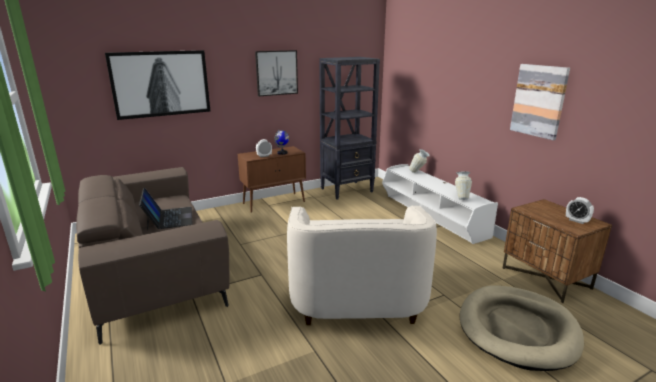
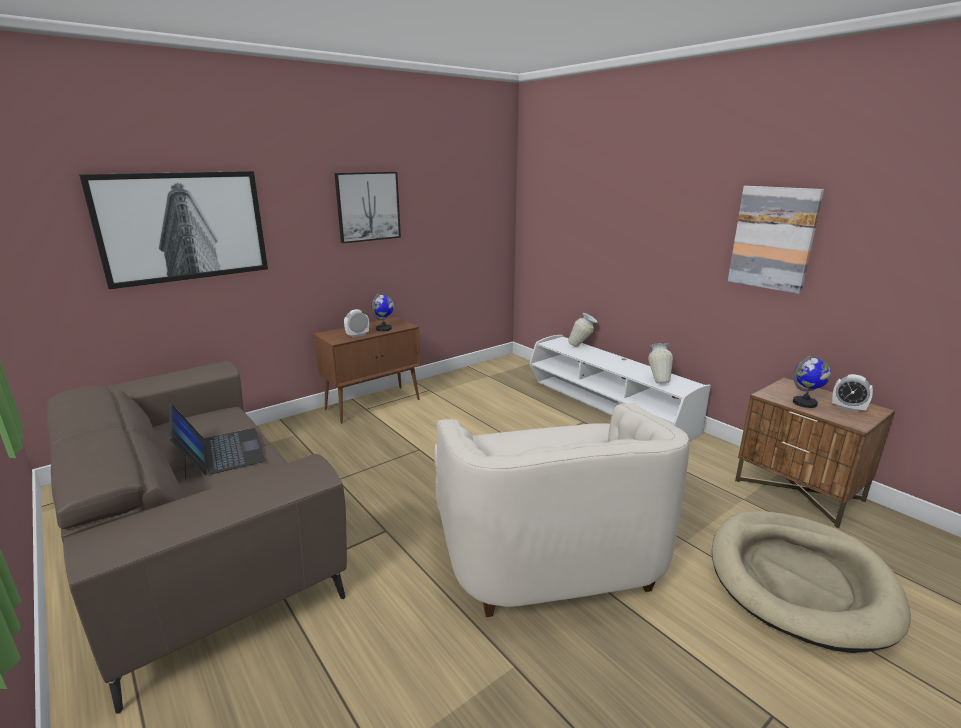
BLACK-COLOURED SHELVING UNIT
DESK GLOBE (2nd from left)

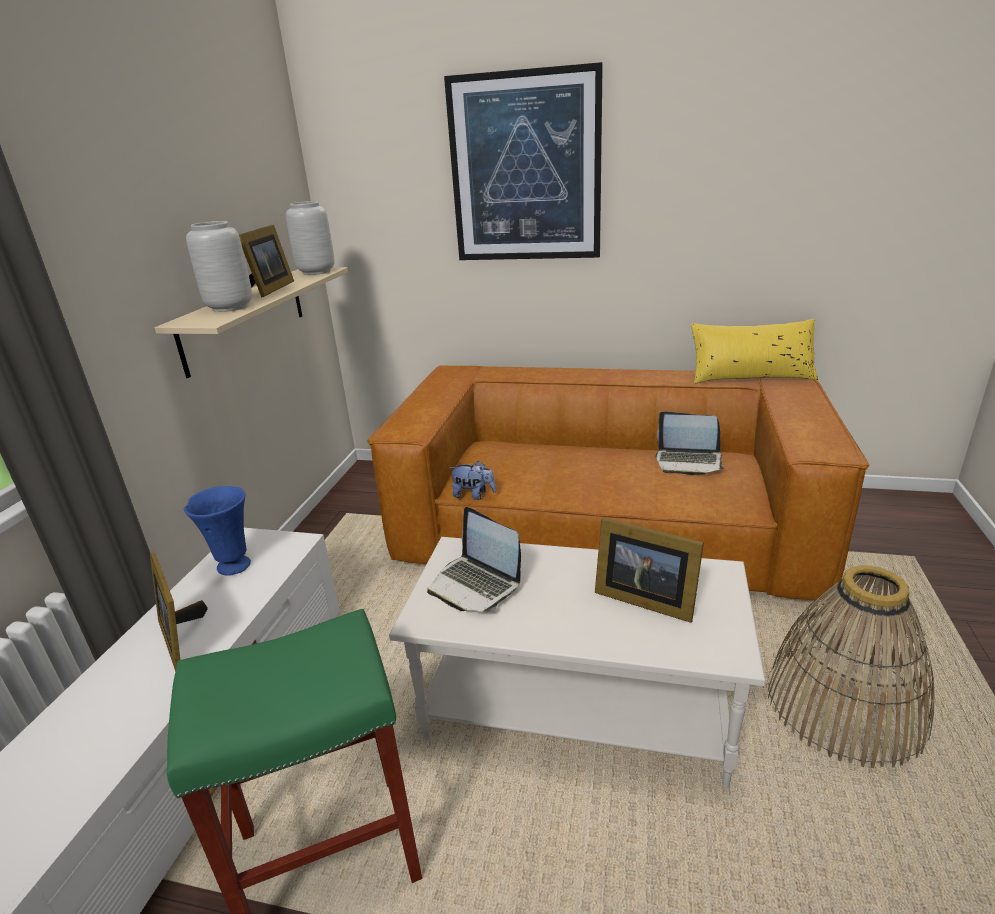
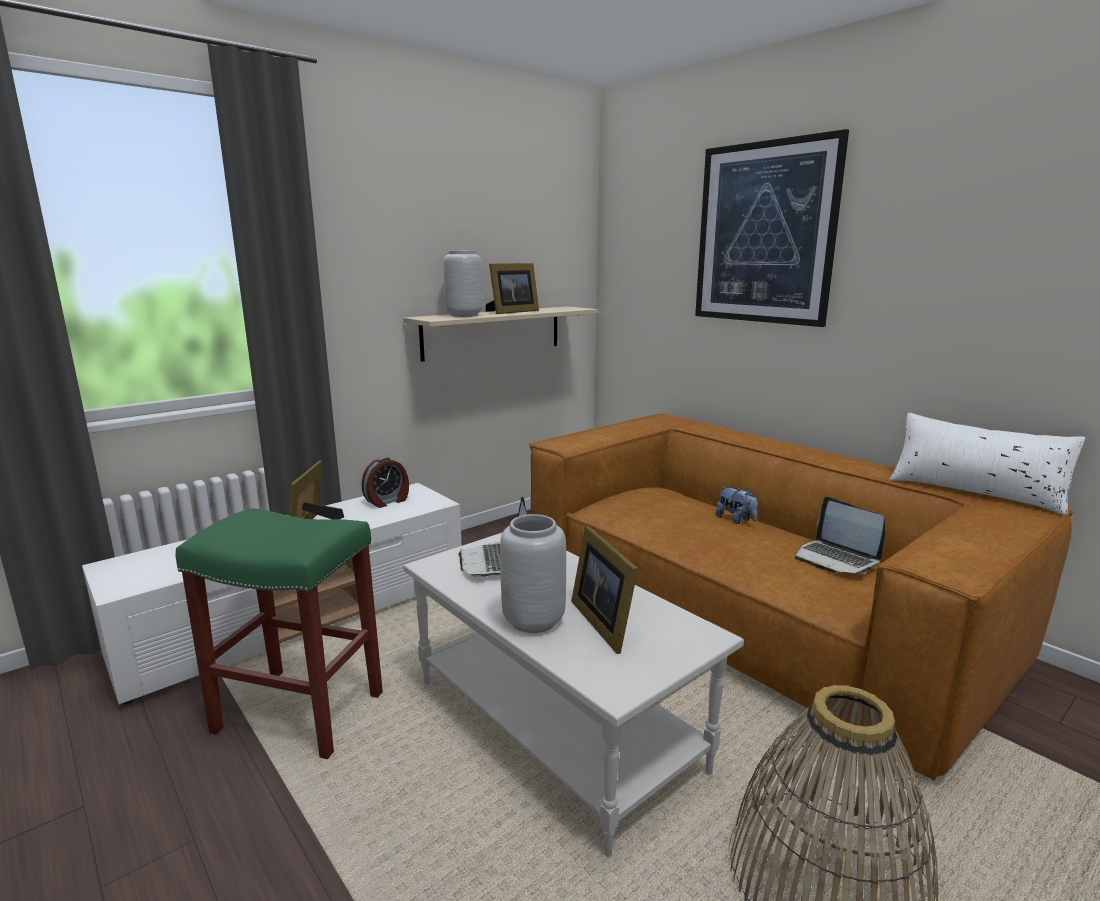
GREY FLOWER VASE (2nd from left)
WHITE CUSHION
CUDDLY TOY
ALARM CLOCK

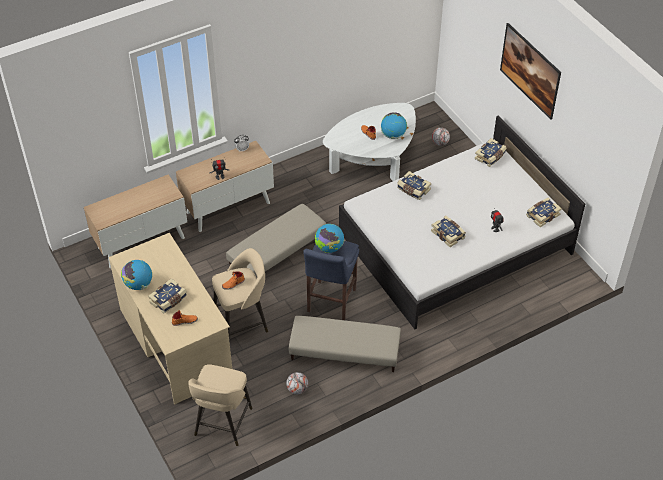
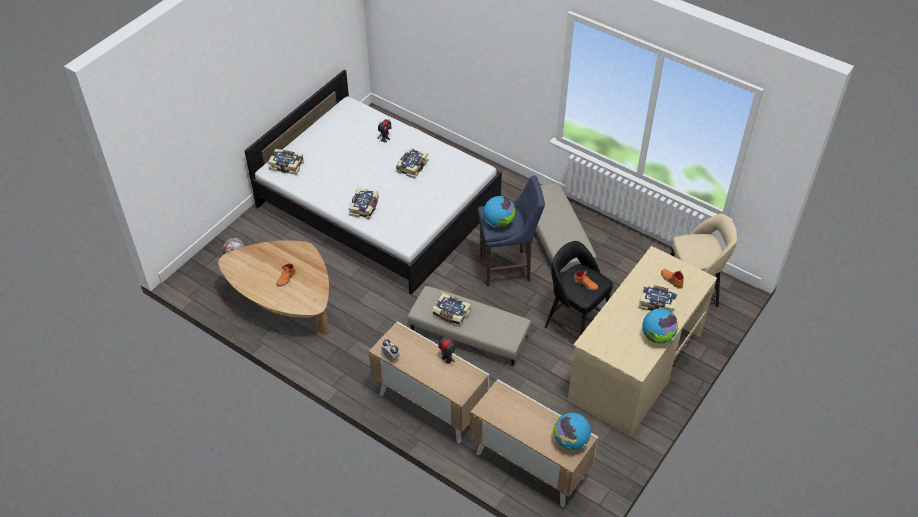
WALL ART
BROWNISH COFFEE TABLE
DESK GLOBE (2nd from left)
BOUND BOOK (4th from left)
BLACK-COLOURED STOOL SEAT
FOOTBALL (1st from left in the first image)

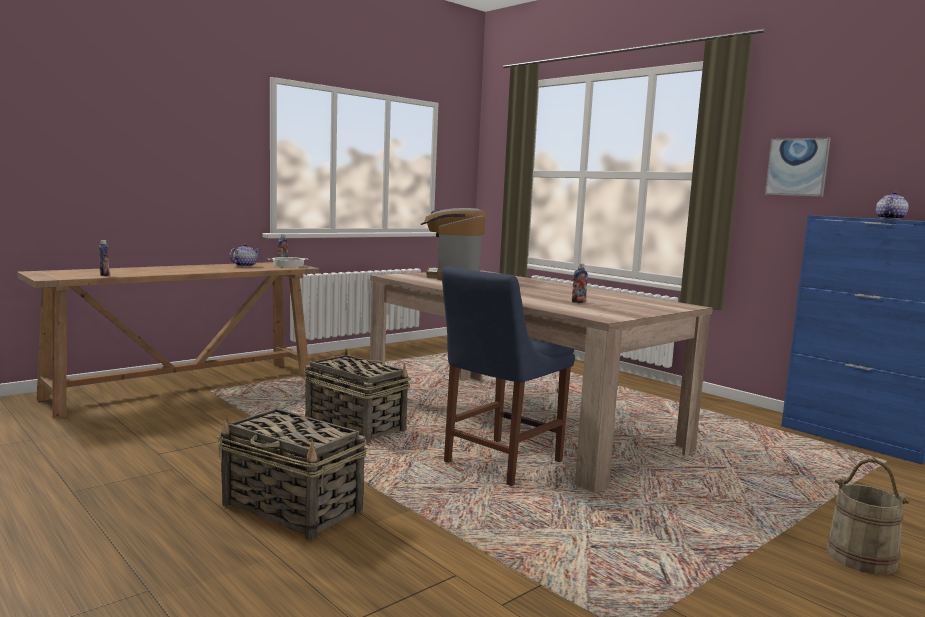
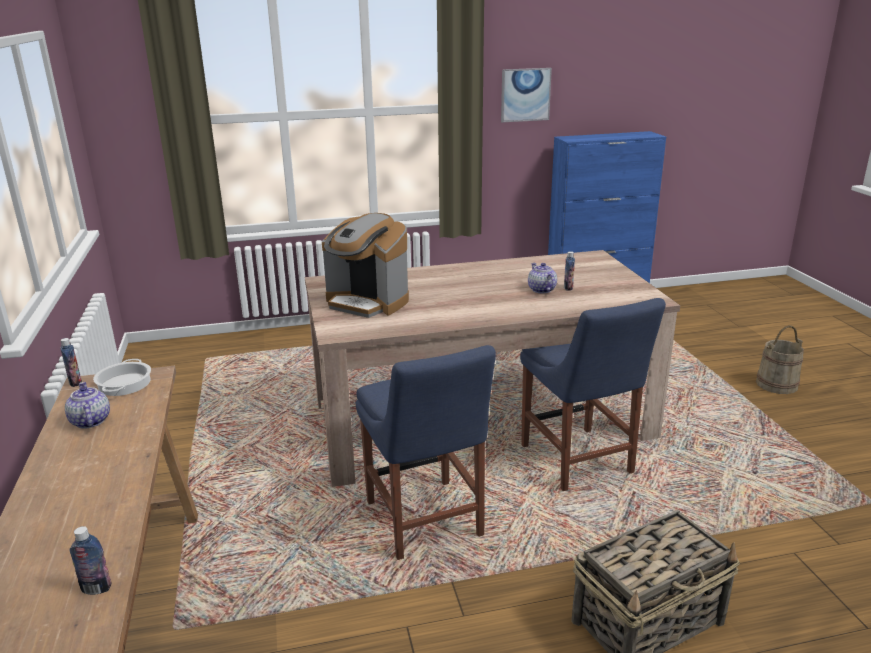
POT FOR TEA (2nd from left)
BLUE-COLOURED PLAIN CHAIR (1st from left)

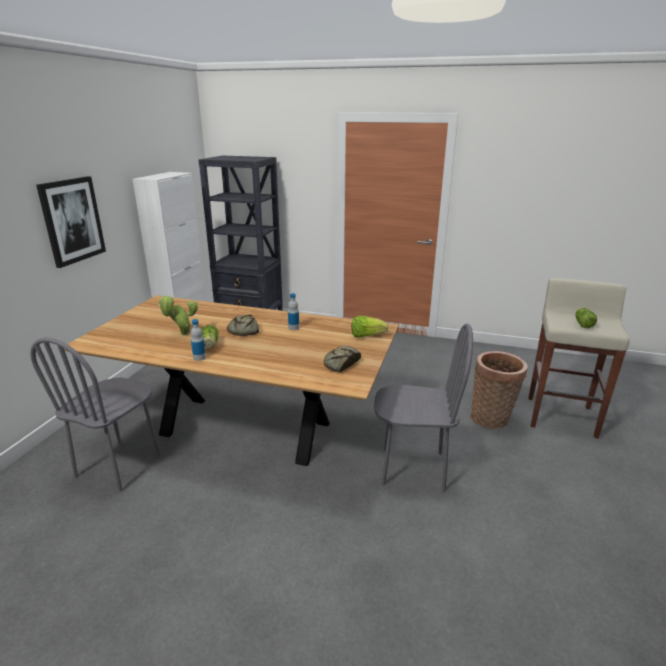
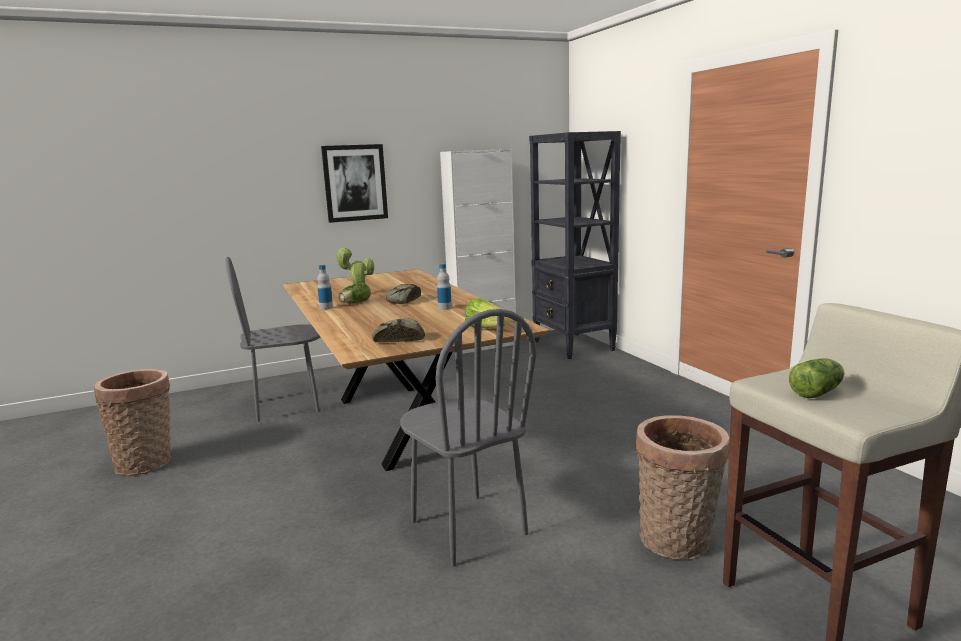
BASKET (1st from left)

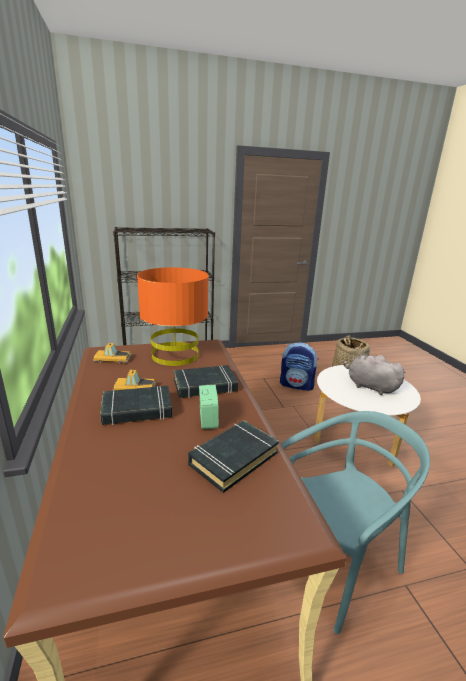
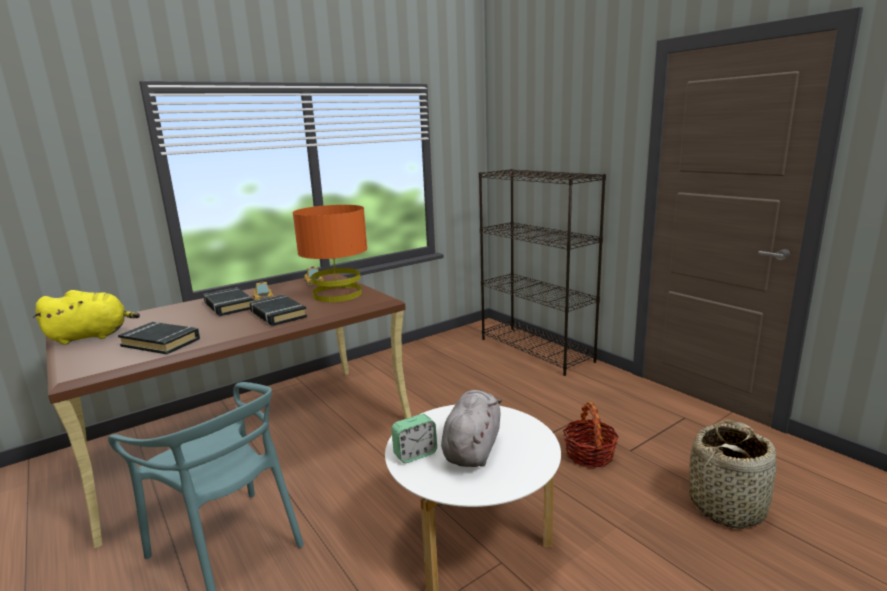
BASKET (1st from left)
ALARM CLOCK
YELLOWISH CUDDLY TOY

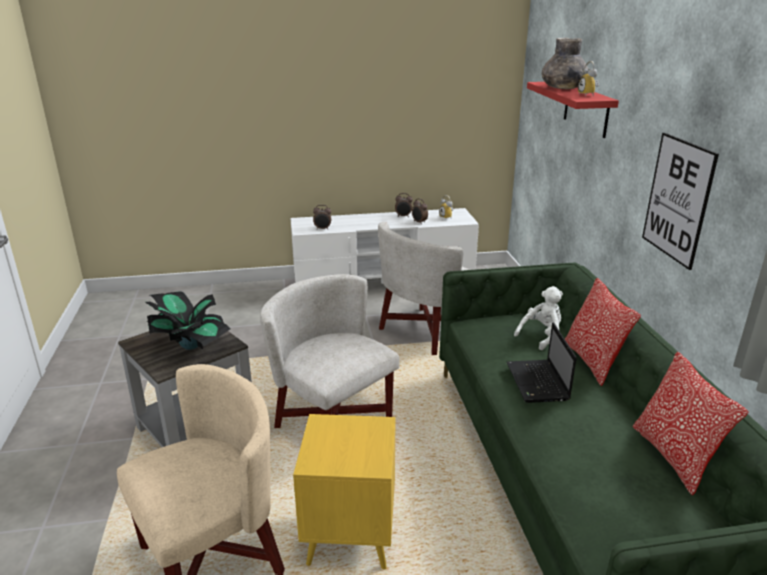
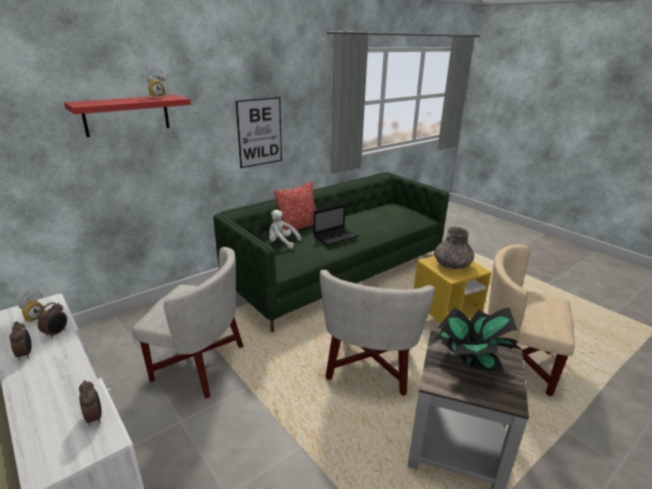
GREY FLOWER VASE
CUSHION (2nd from left in the first image)

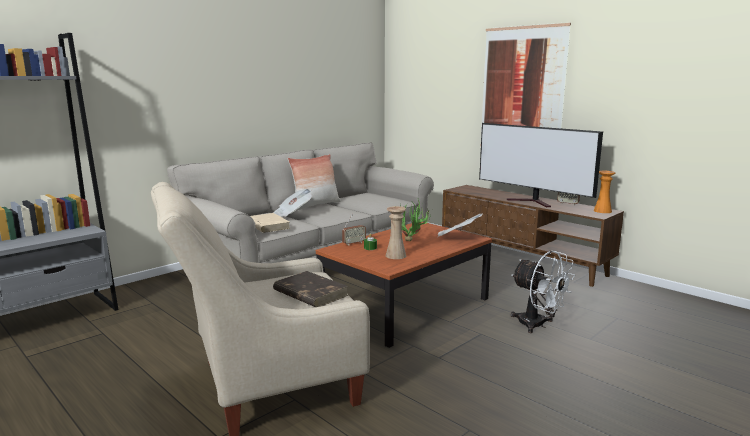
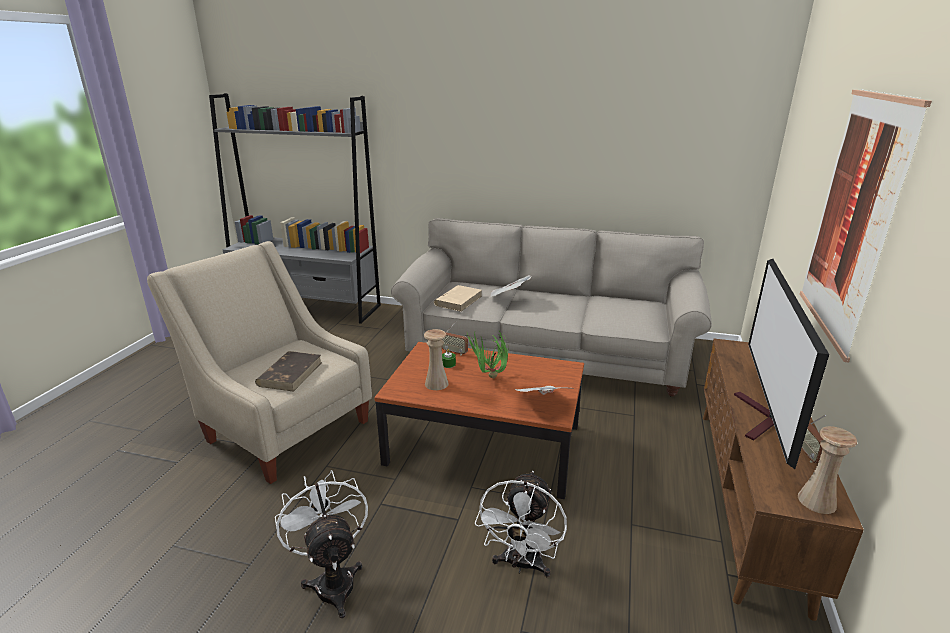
CUSHION
BEIGE FLOWER VASE (2nd from left)
WHITE ELECTRIC FAN (1st from left)

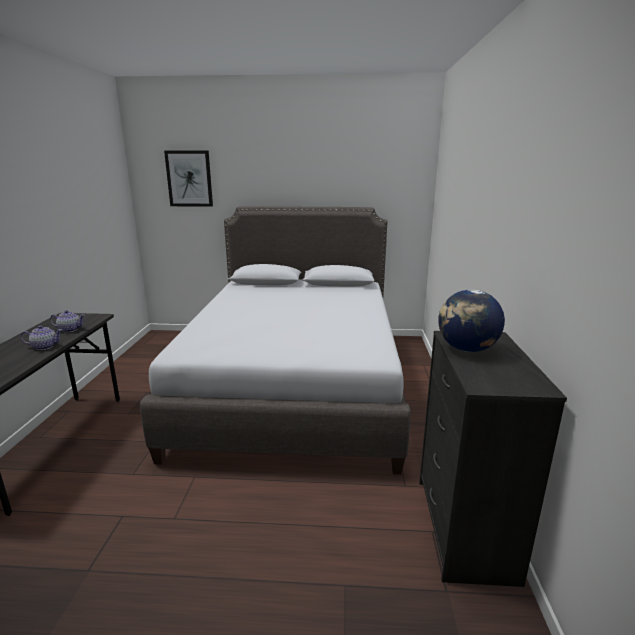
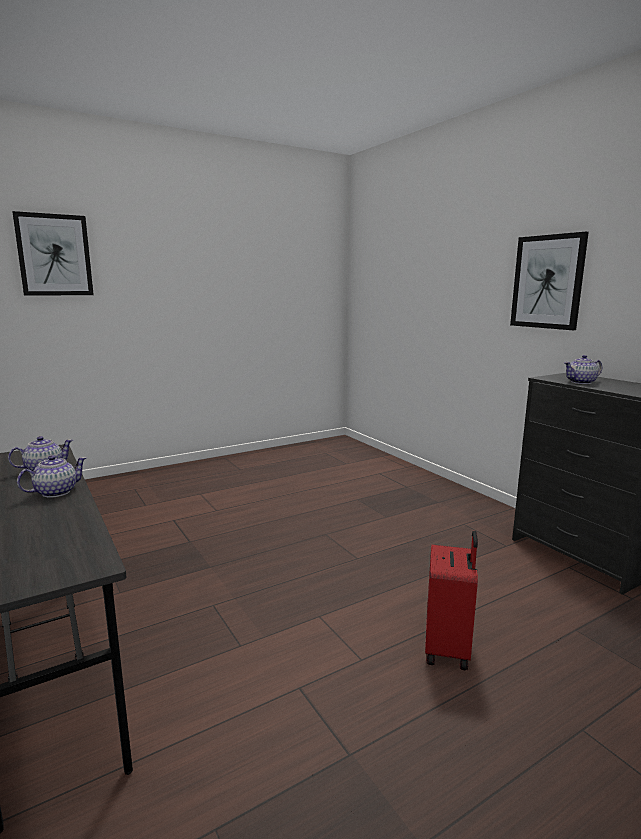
GREY BED
POT FOR TEA (3rd from left)
WALL ART (2nd from left)
RED TRAVEL CASE

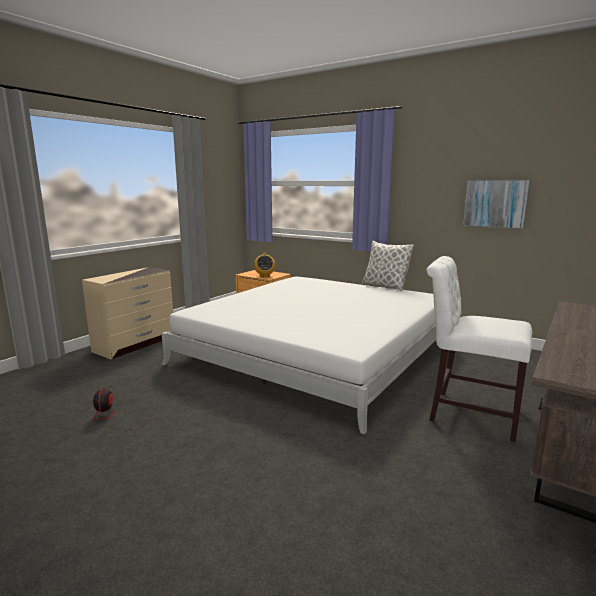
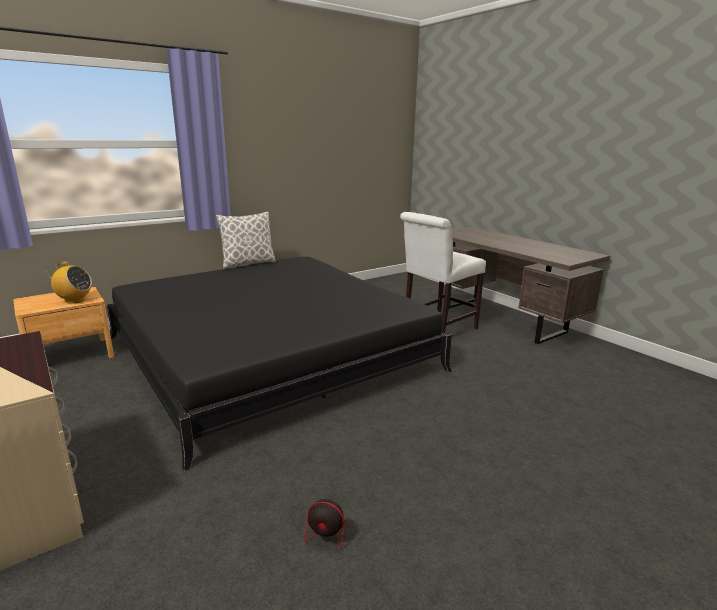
WALL ART
BLACK-COLOURED BED

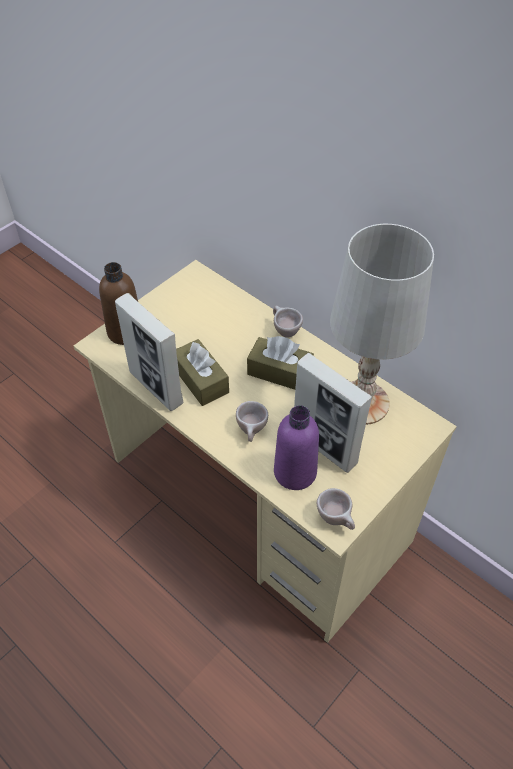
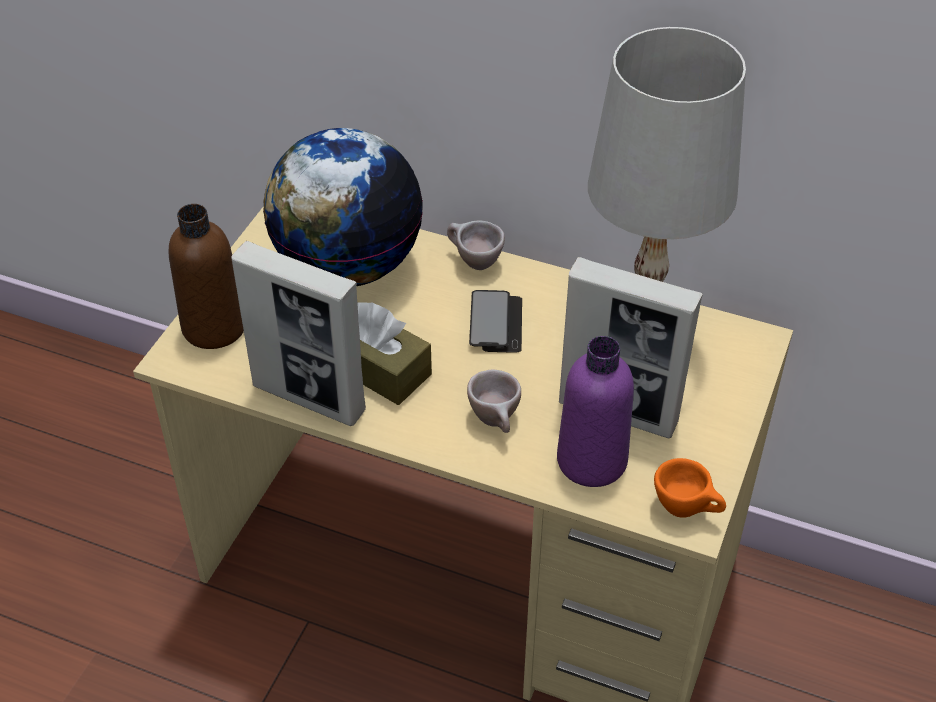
PHONE
ORANGE SMALL CUP
DESK GLOBE

